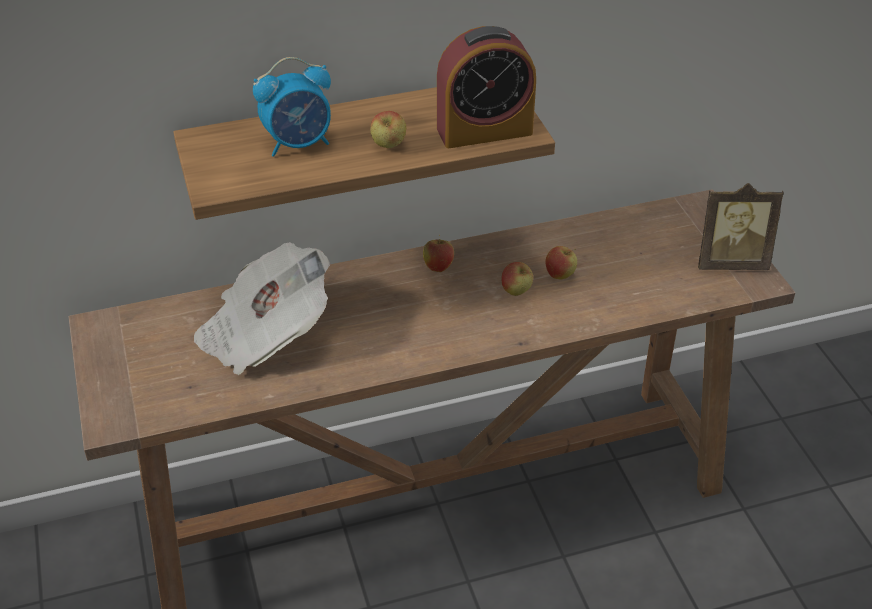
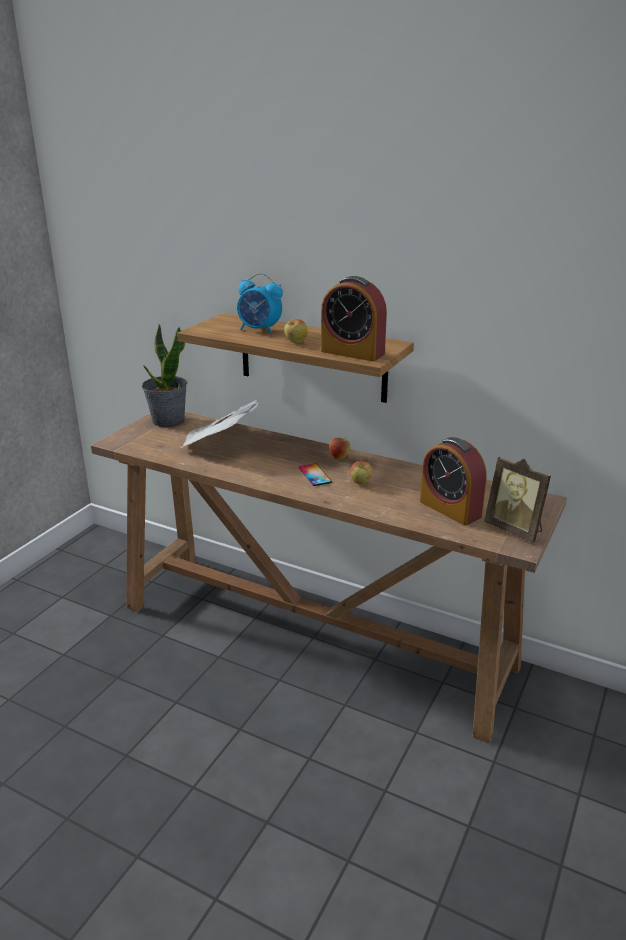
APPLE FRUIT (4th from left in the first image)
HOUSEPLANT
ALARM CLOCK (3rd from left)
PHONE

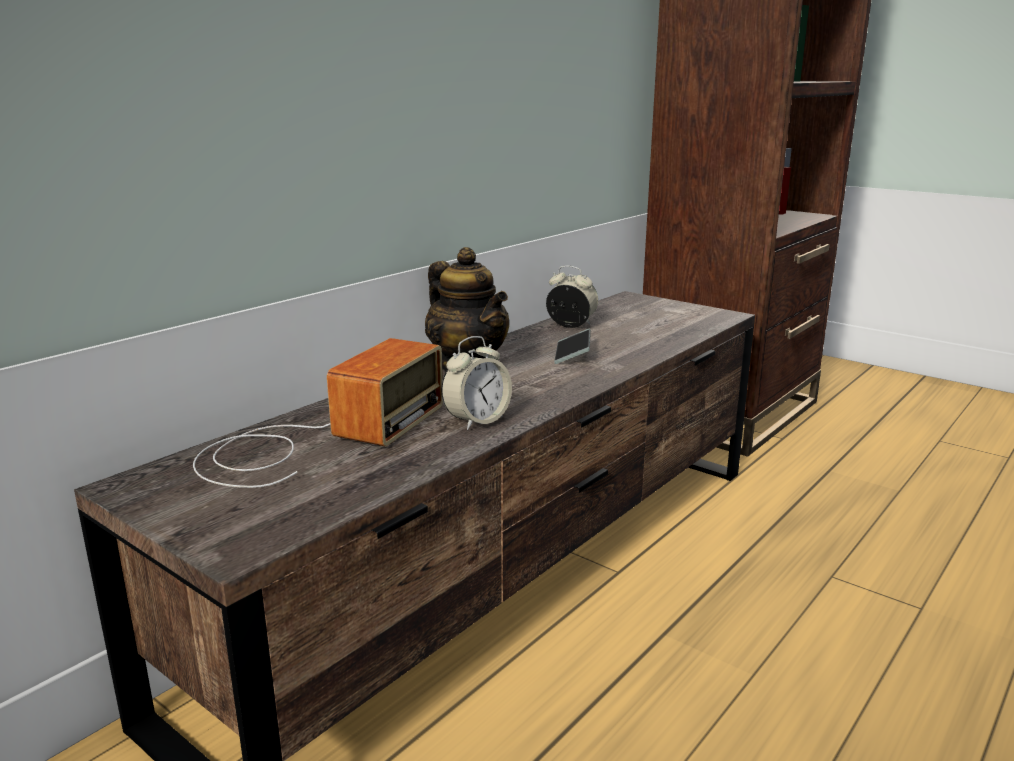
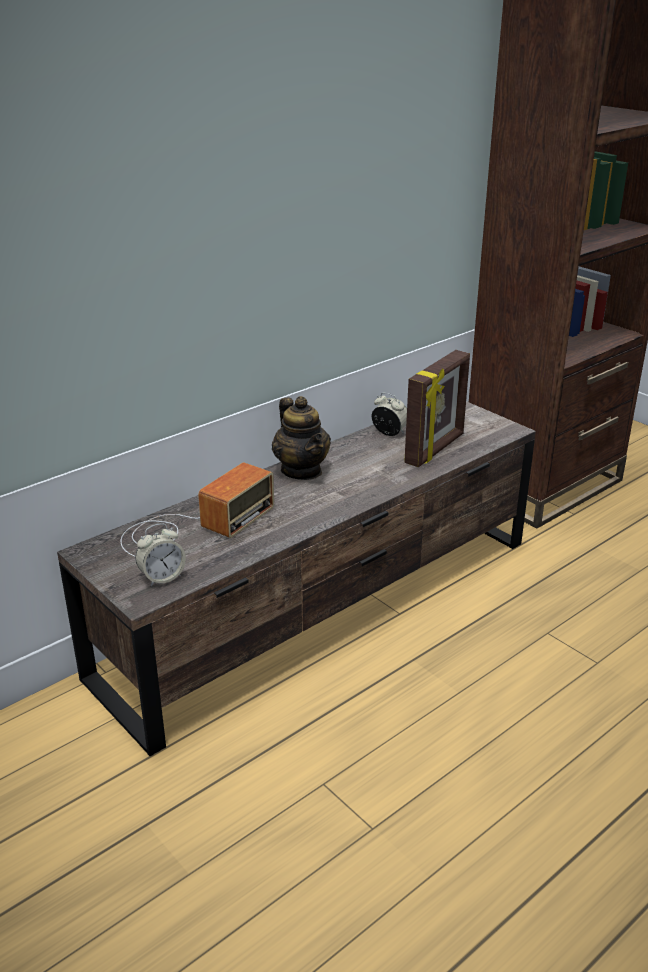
PHONE
ALARM CLOCK (1st from left)
PHOTO FRAME

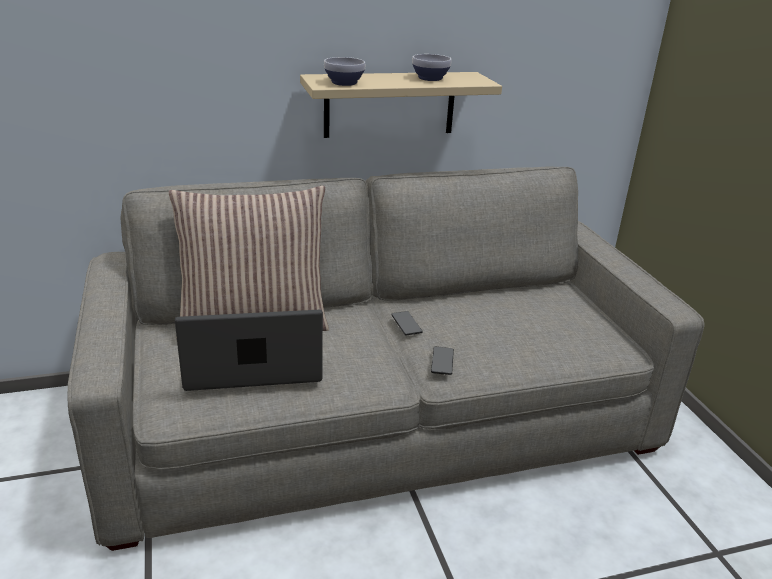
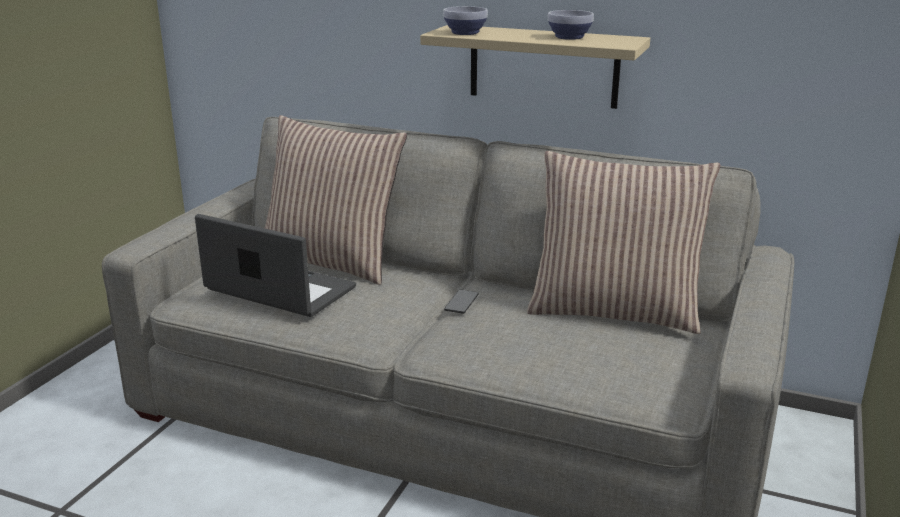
PHONE (2nd from left in the first image)
CUSHION (2nd from left)

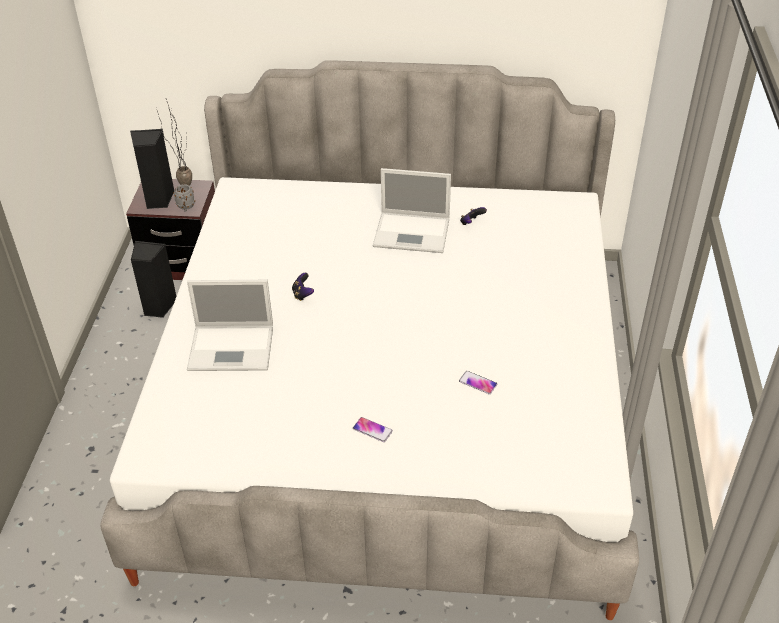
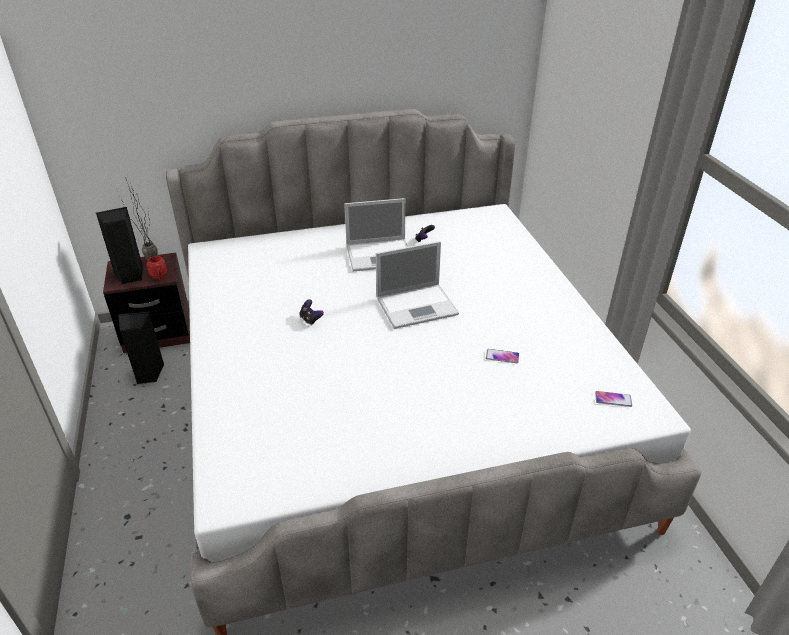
RED COFFEE MUG
PORTABLE COMPUTER (2nd from left)
PHONE (2nd from left)

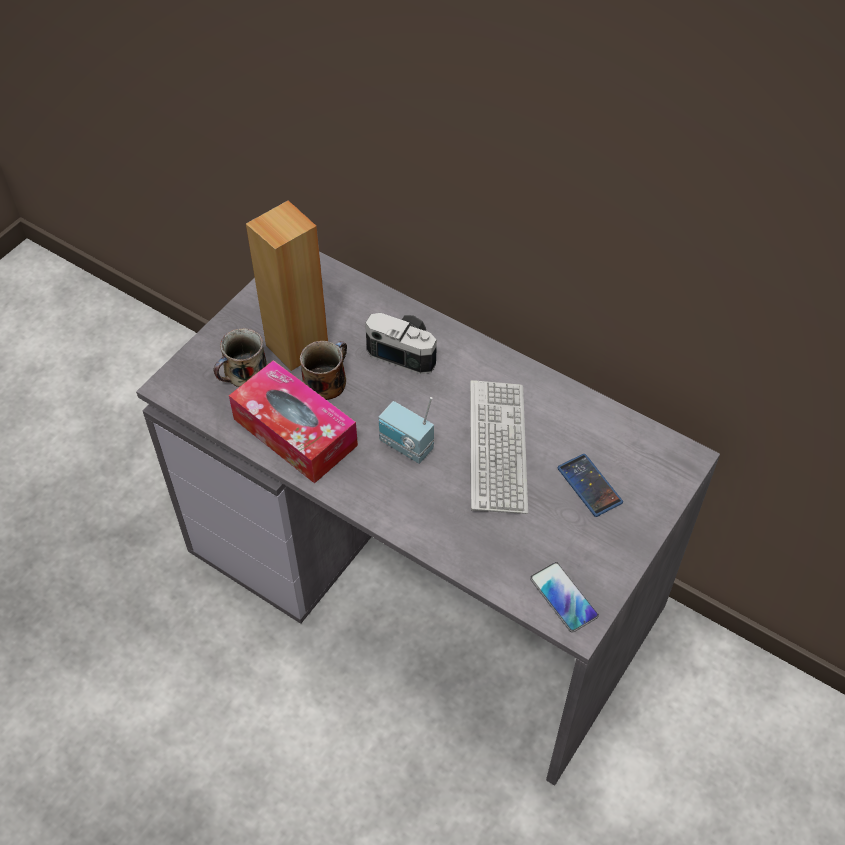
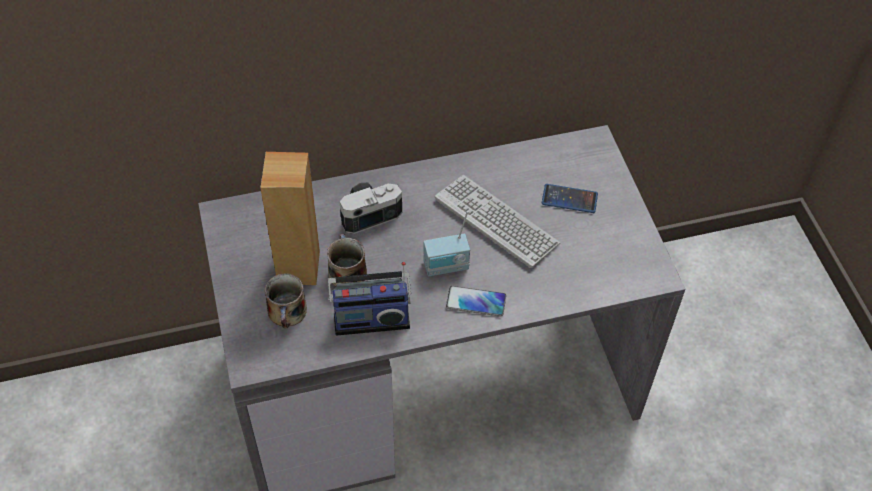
RADIO RECEIVER (1st from left)
PHONE (1st from left)

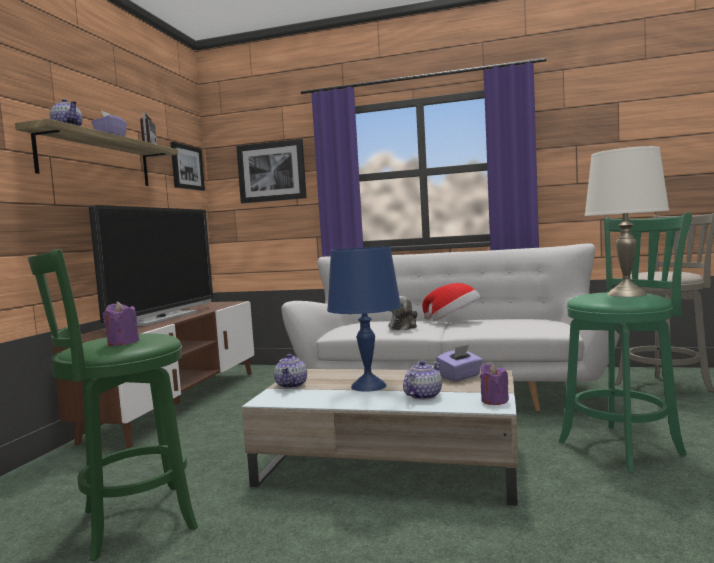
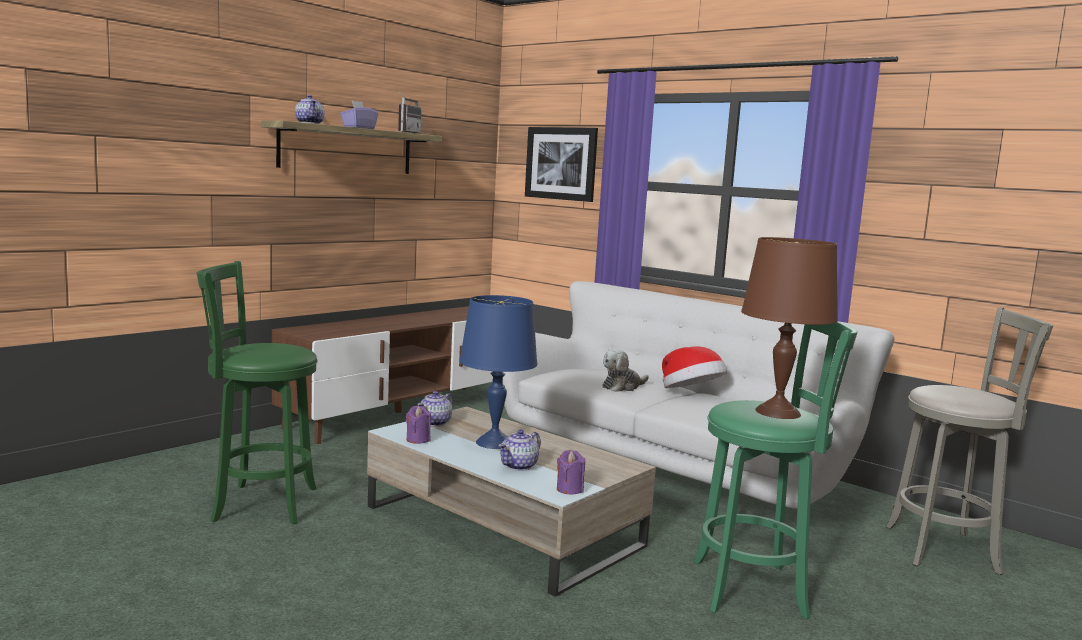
WALL ART (1st from left in the first image)
BROWNISH TABLETOP LAMP
TV
PURPLISH WAX CANDLE (1st from left)
PURPLISH TISSUE BOX (2nd from left in the first image)
POT FOR TEA (3rd from left)

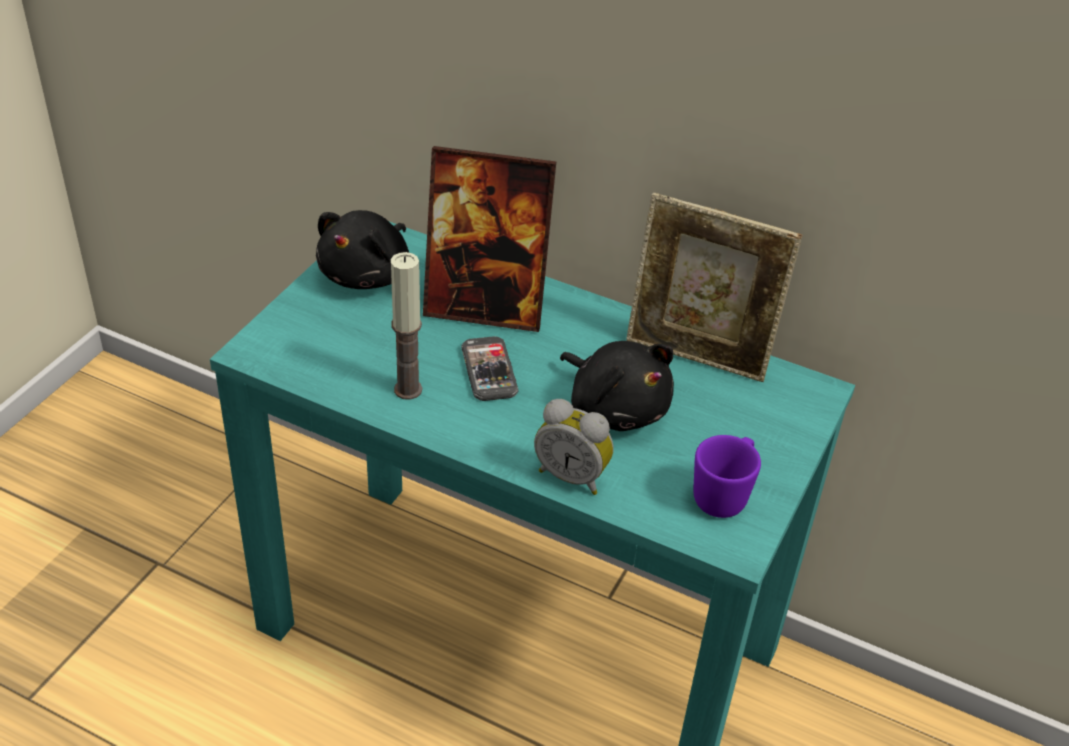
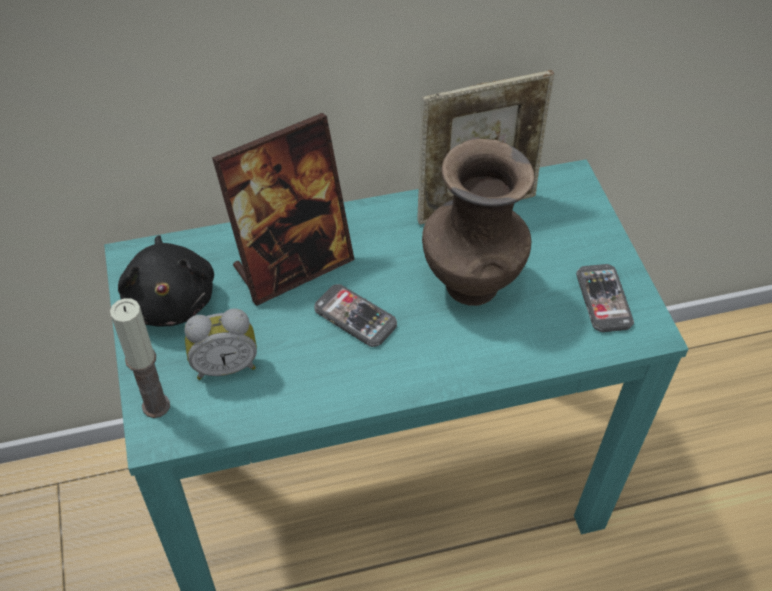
WAX CANDLE
BROWNISH FLOWER VASE
ALARM CLOCK
PHONE (2nd from left)

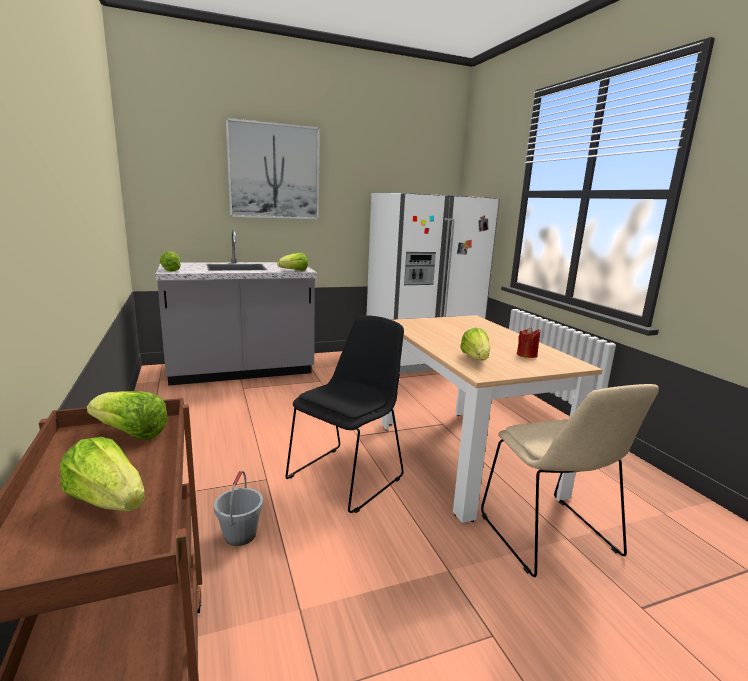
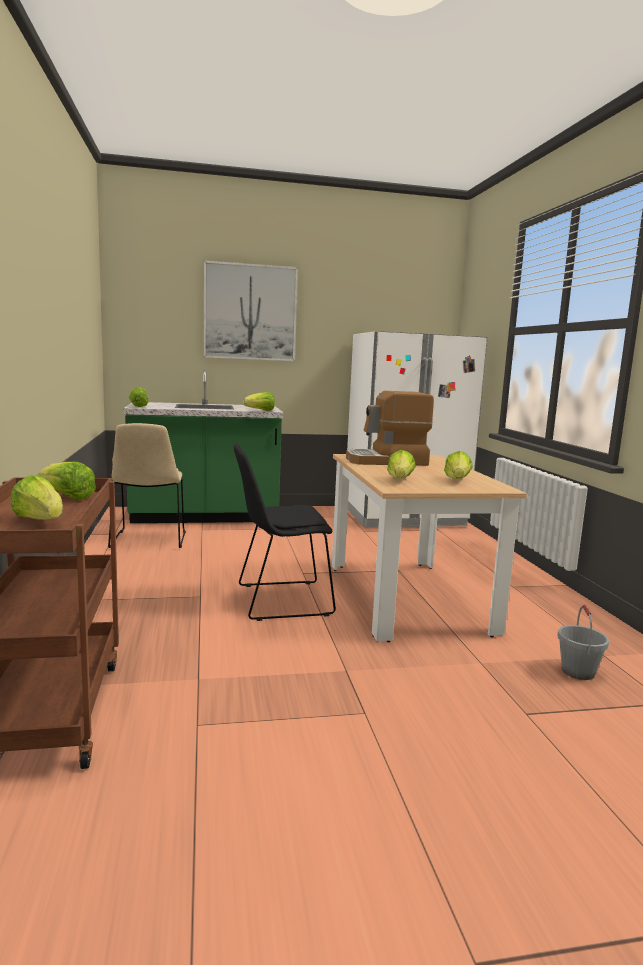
GREENISH KITCHEN COUNTER
BLACK-COLOURED PLAIN CHAIR
LETTUCE (6th from left)
BEIGE PLAIN CHAIR
GREY WATER BUCKET
COFFEE BREWER

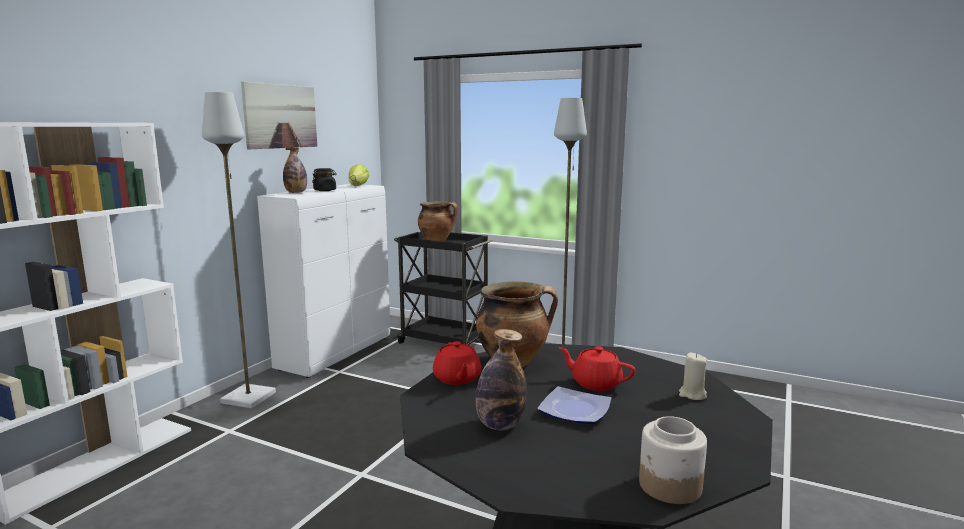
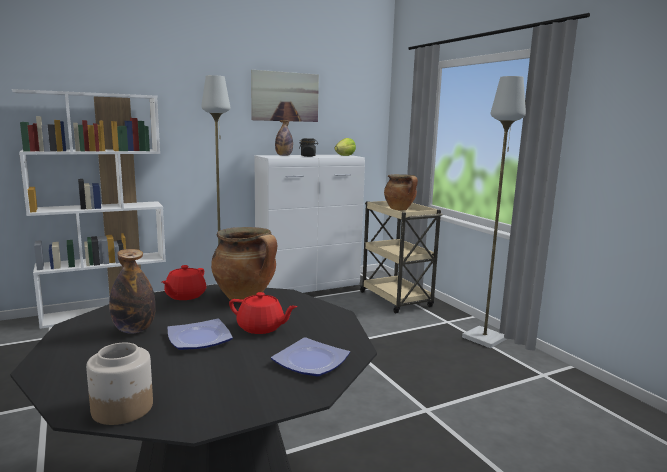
BEIGE CART
RED POT FOR TEA (2nd from left)
DINNER PLATE (2nd from left)

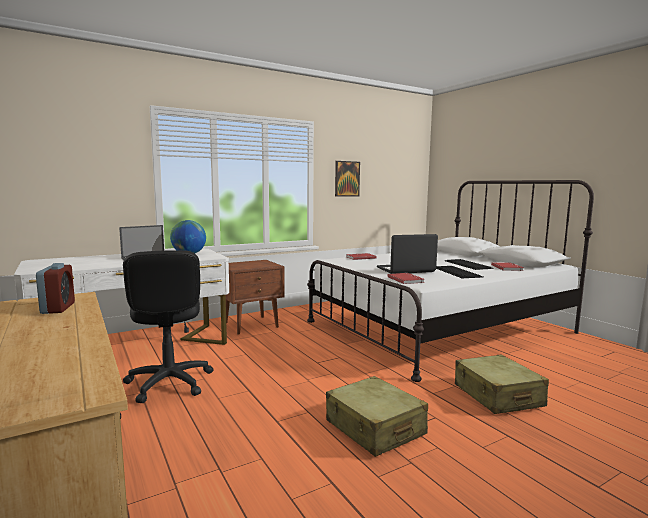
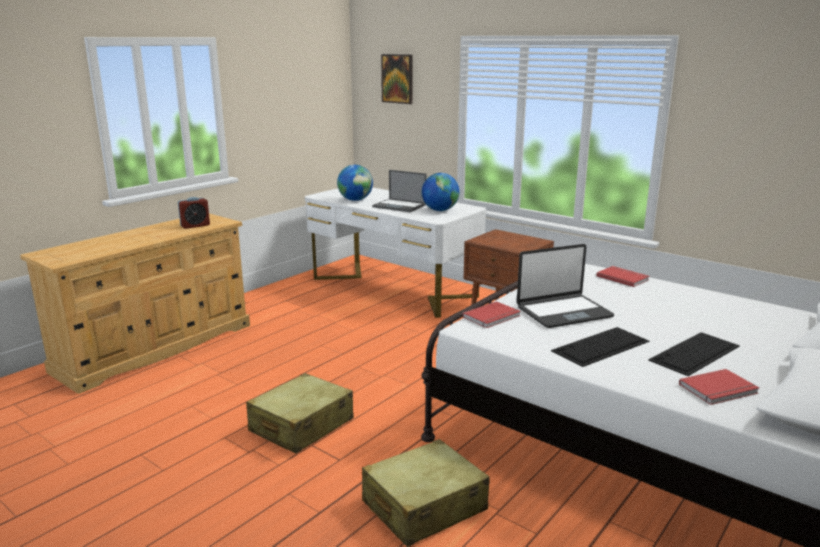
WALL ART
PORTABLE COMPUTER (2nd from left)
BLACK-COLOURED COMPUTER CHAIR
DESK GLOBE (1st from left)

